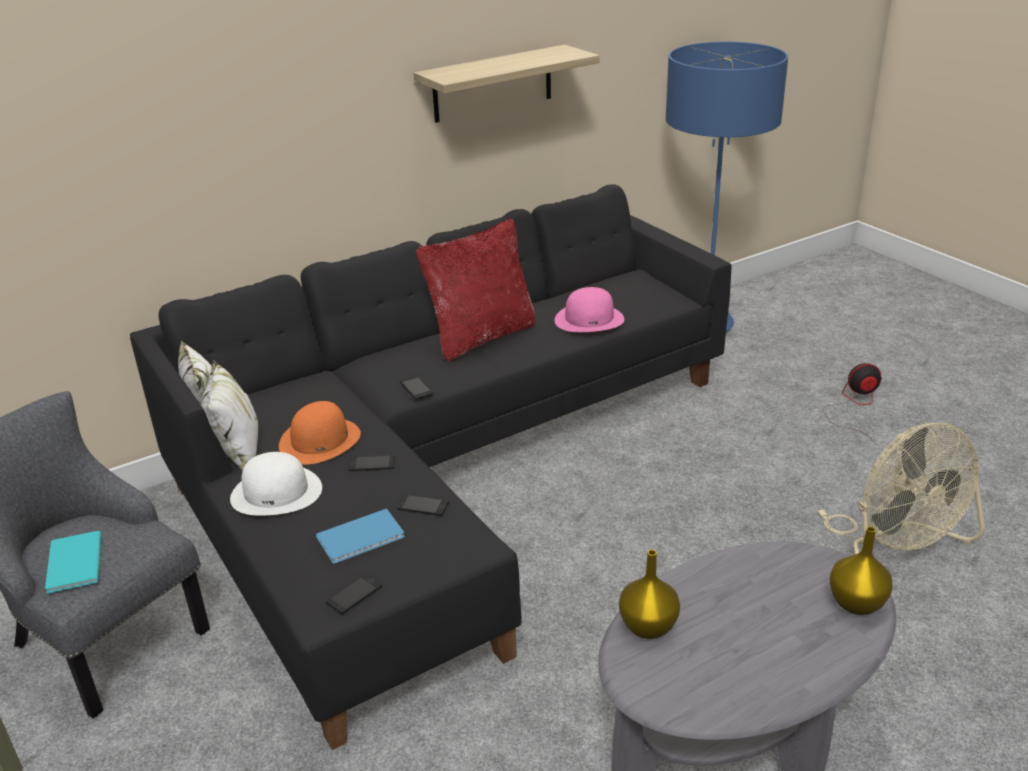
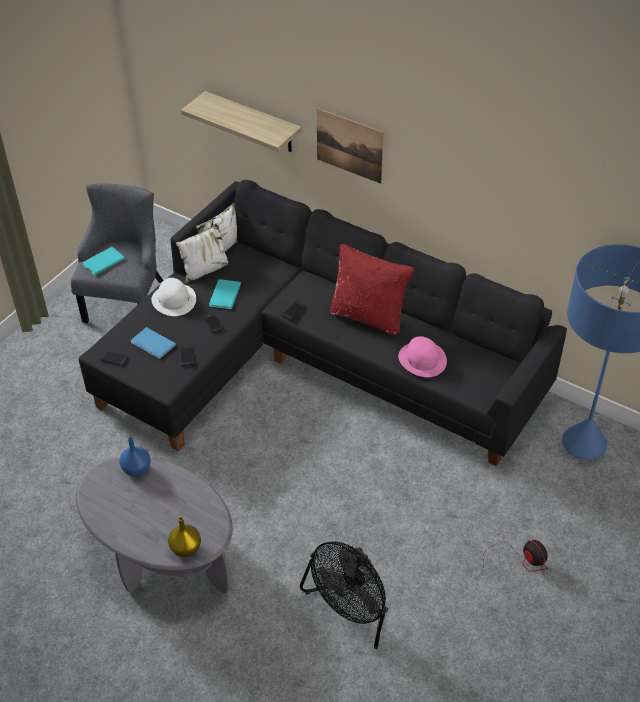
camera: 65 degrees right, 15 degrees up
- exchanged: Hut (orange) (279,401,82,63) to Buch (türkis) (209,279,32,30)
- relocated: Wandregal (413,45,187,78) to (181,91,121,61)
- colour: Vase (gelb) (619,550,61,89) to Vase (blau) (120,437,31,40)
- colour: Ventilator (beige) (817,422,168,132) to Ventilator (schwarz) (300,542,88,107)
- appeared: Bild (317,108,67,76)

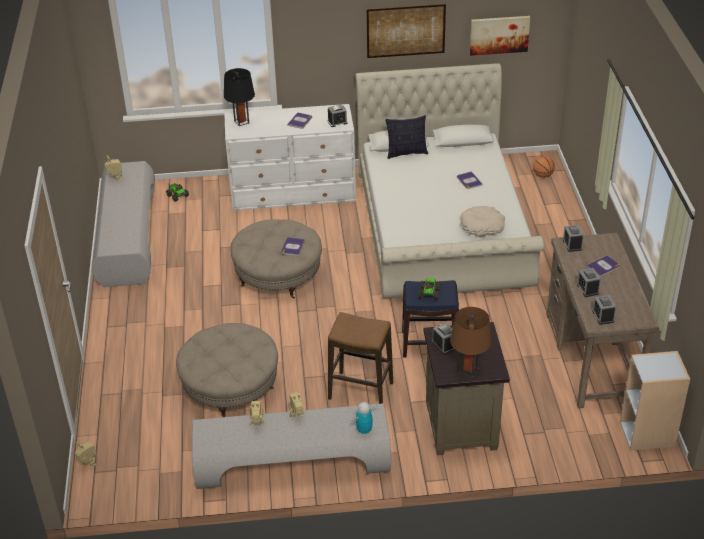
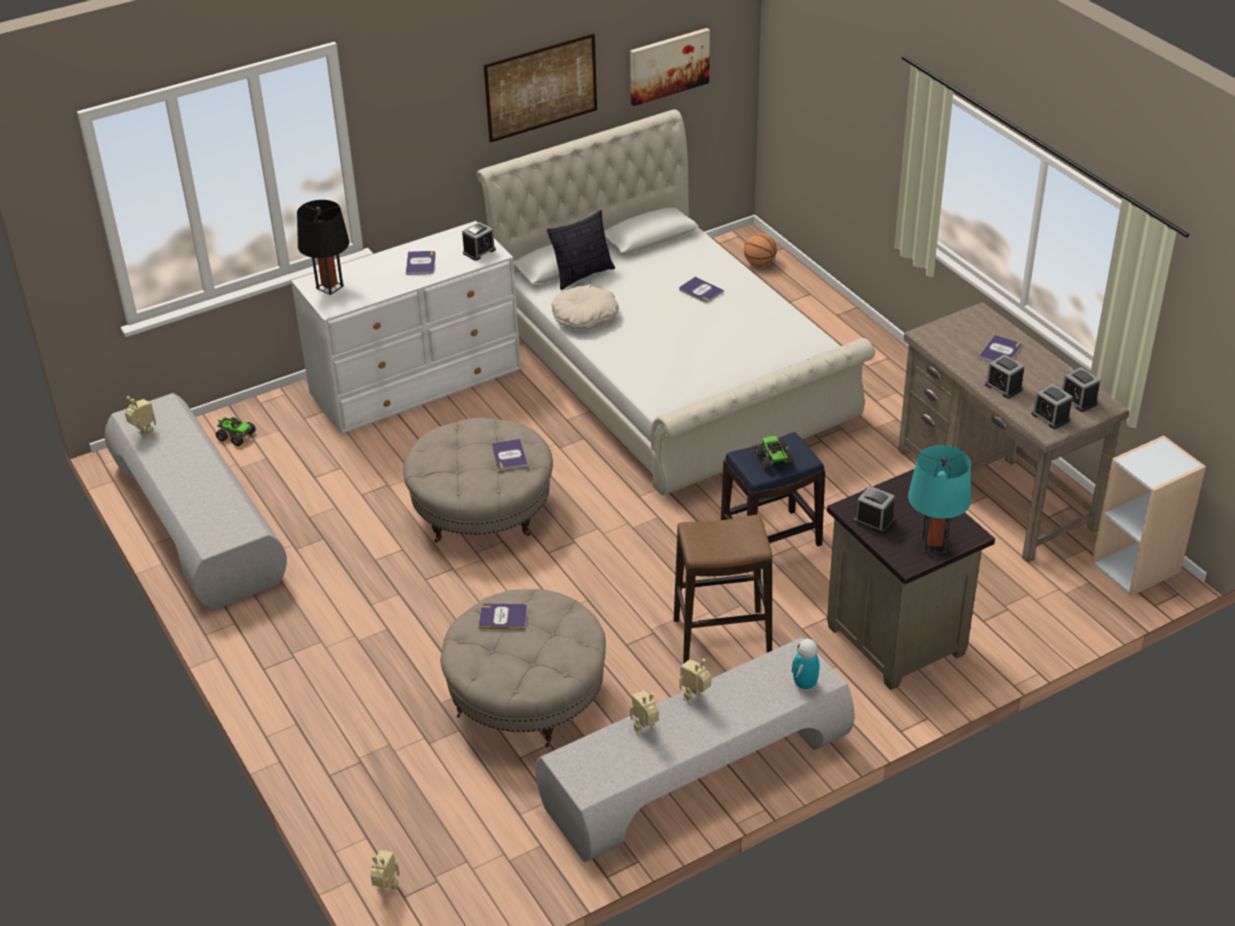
camera: 25 degrees left, 0 degrees up
- colour: Tischlampe (braun) (450,307,41,71) to Tischlampe (türkis) (908,445,63,108)
- relocated: Kissen (beige) (460,206,45,31) to (552,284,67,46)
- relocated: Wecker (563,225,21,27) to (1062,367,38,45)
- appeared: Buch (478,604,49,26)

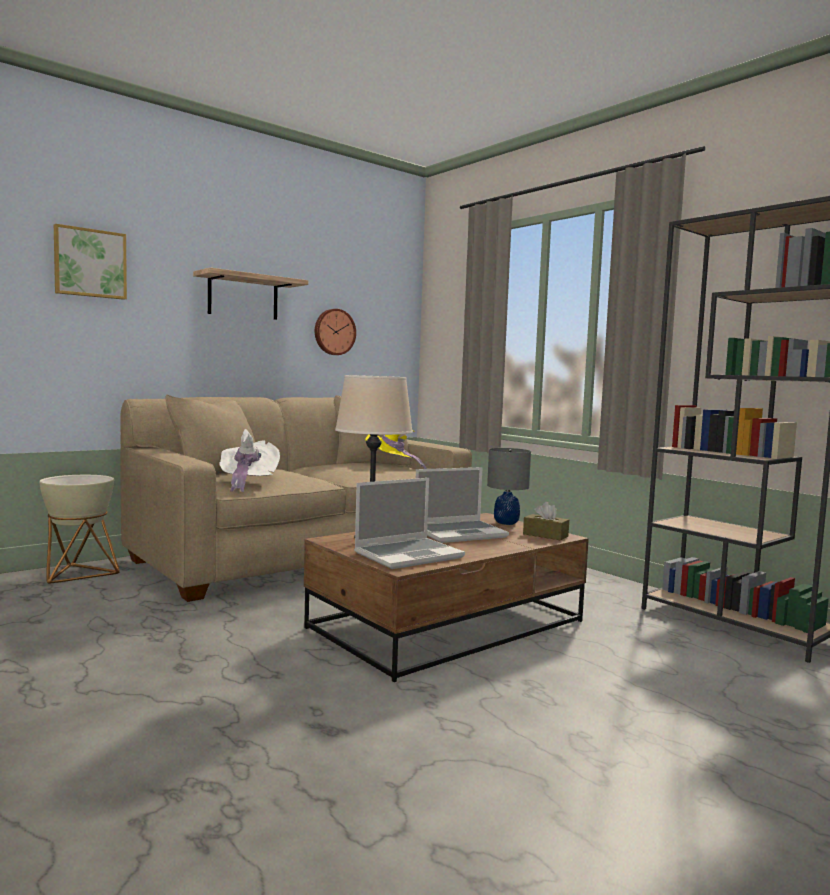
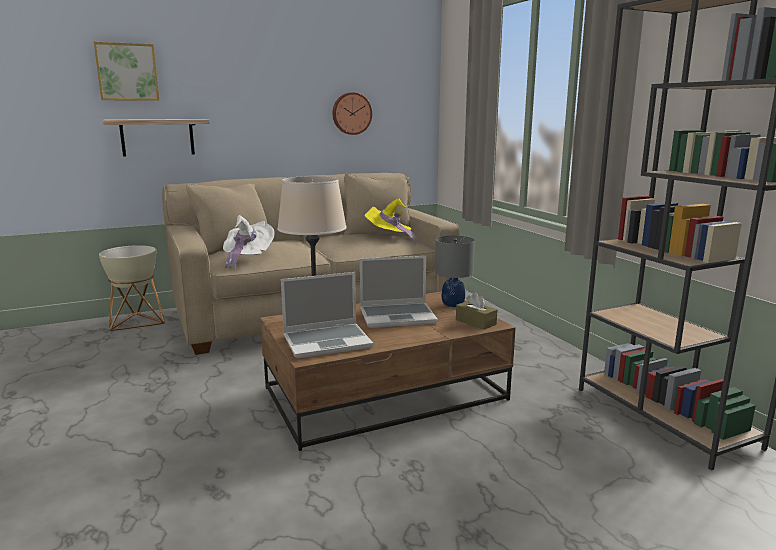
camera: 15 degrees right, 10 degrees up
- relocated: Wandregal (193,267,115,53) to (103,119,107,38)

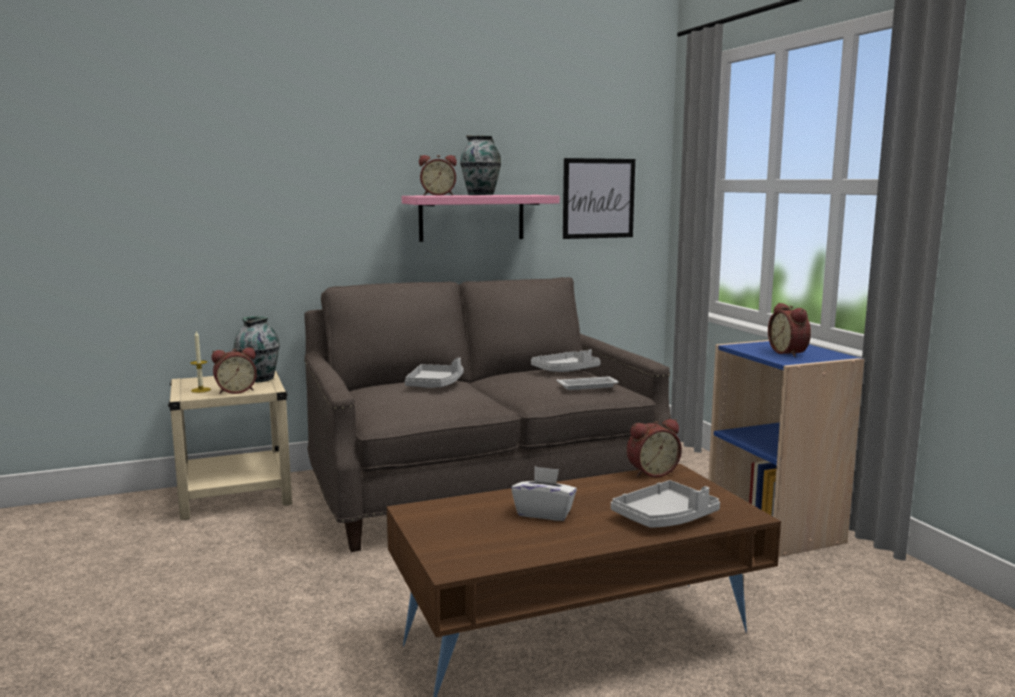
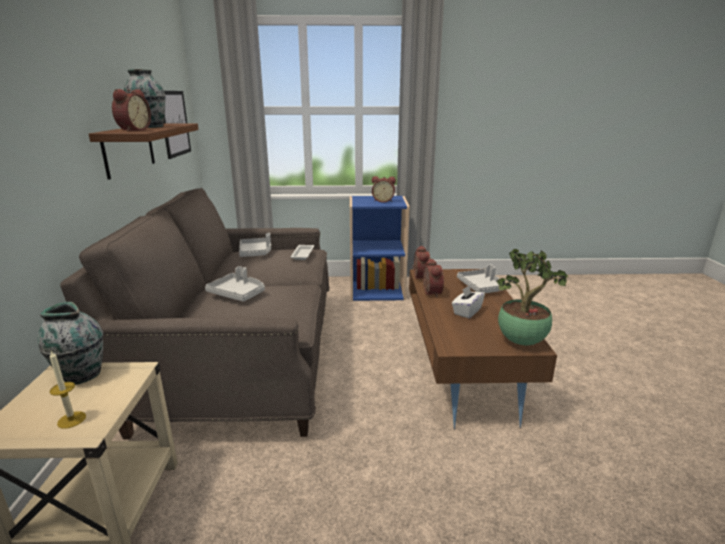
camera: 70 degrees left, 10 degrees up
- relocated: Wecker (212,347,45,47) to (423,259,21,39)
- colour: Wandregal (rosa) (402,195,158,47) to Wandregal (braun) (89,124,110,56)
- appeared: Topfpflanze (496,249,72,96)

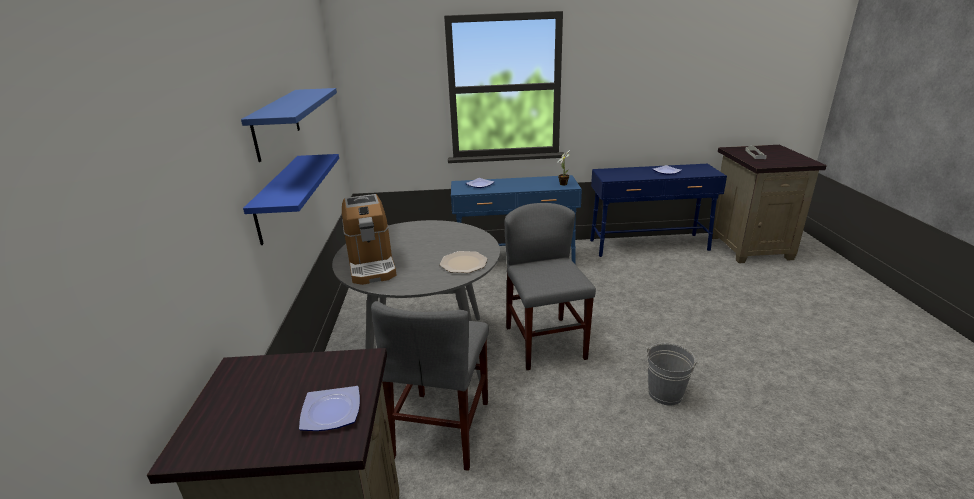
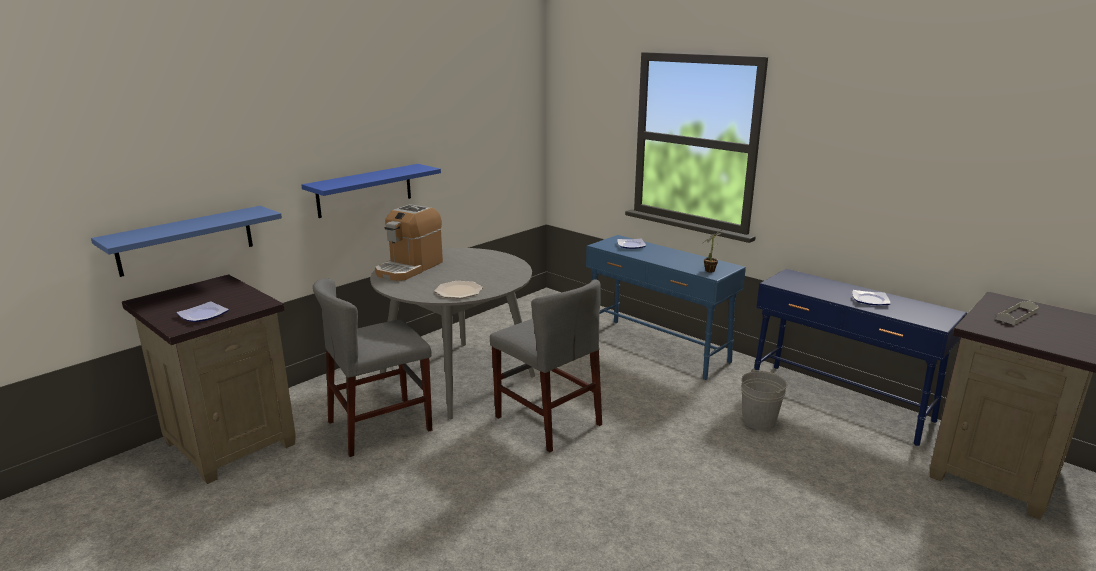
camera: 45 degrees right, 5 degrees down
- relocated: Wandregal (blau) (241,88,96,74) to (91,206,191,71)
- spun: Stuhl (grau) (505,203,91,167) = (490,279,112,173) 105 degrees clockwise
- relocated: Eimer (grau) (646,343,53,62) to (741,368,46,62)

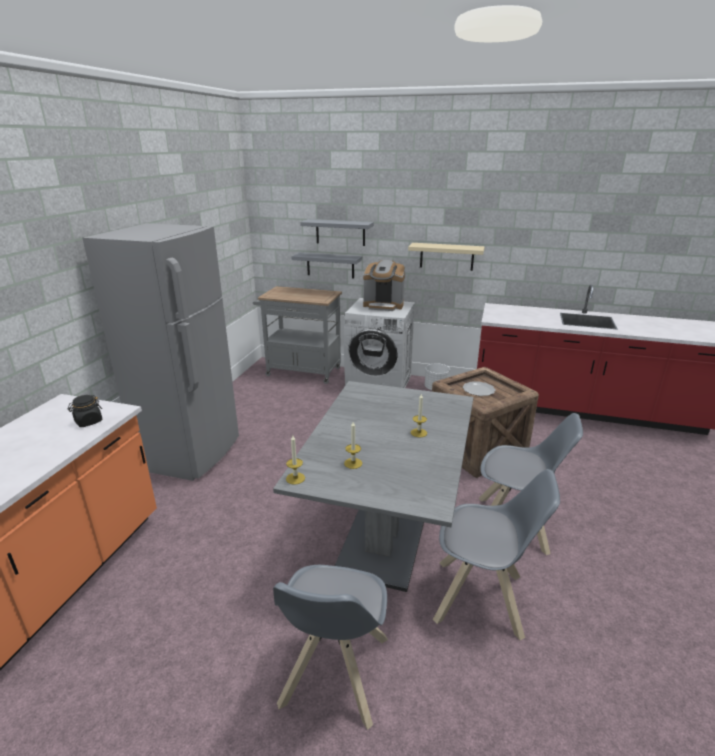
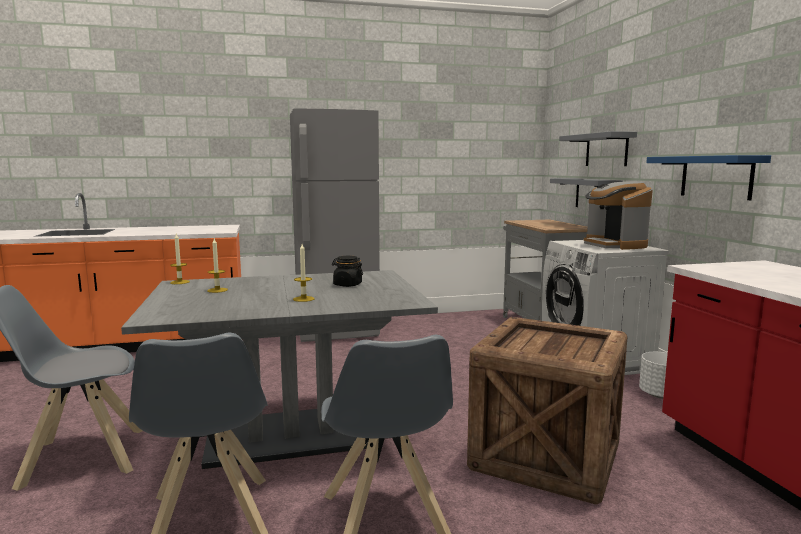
camera: 60 degrees right, 15 degrees down
- relocated: Vorratsglas (schwarz) (68,395,34,32) to (332,256,31,31)
- colour: Wandregal (beige) (408,243,77,28) to Wandregal (blau) (646,155,125,45)
- missing: Teller (463,381,33,15)

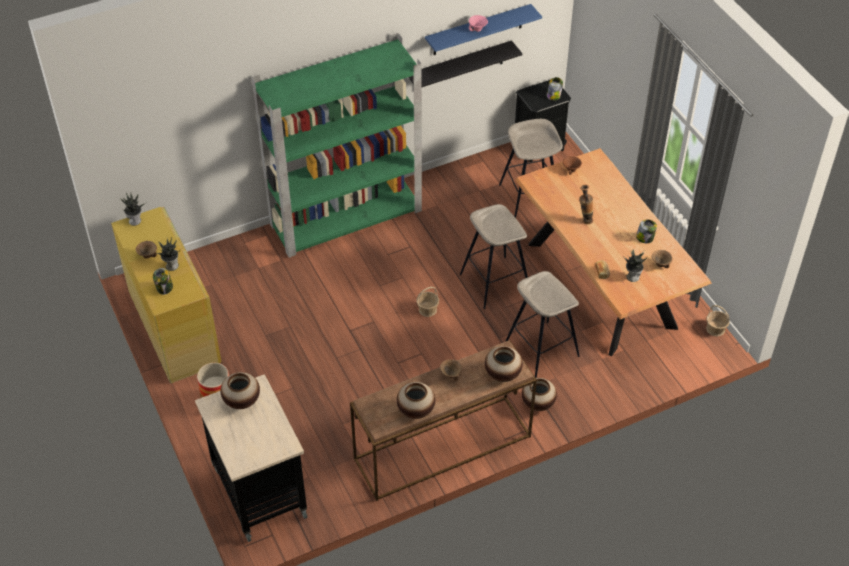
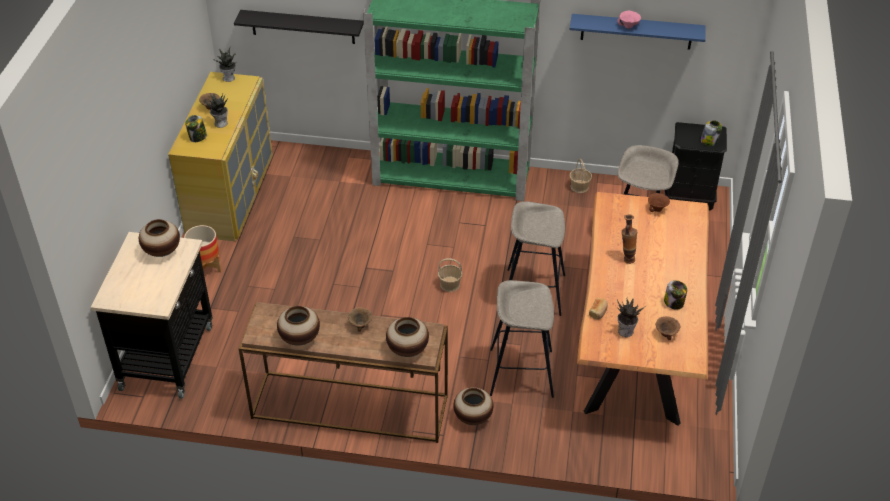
camera: 35 degrees right, 5 degrees down
- relocated: Wandregal (schwarz) (408,40,114,47) to (234,10,130,34)
- relocated: Korb (706,305,24,31) to (569,159,23,34)

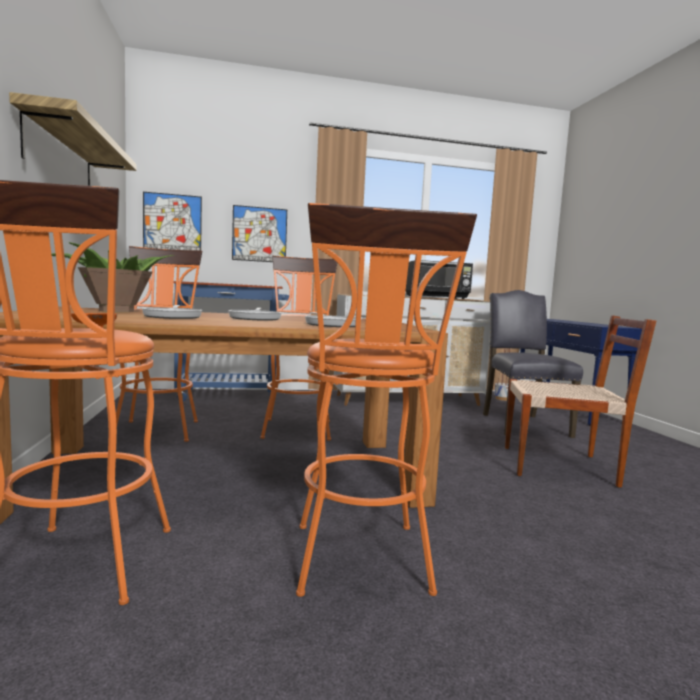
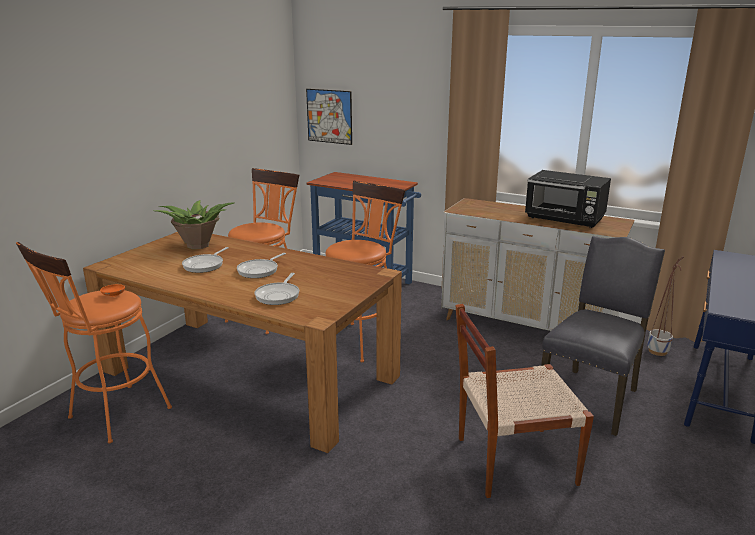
camera: 40 degrees right, 15 degrees up
- missing: Wandregal (9,92,128,94)
- missing: Bild (232,205,55,57)
- missing: Hocker (orange) (296,203,181,394)
- spun: Stuhl (505,315,151,173) = (456,304,138,194) 120 degrees clockwise

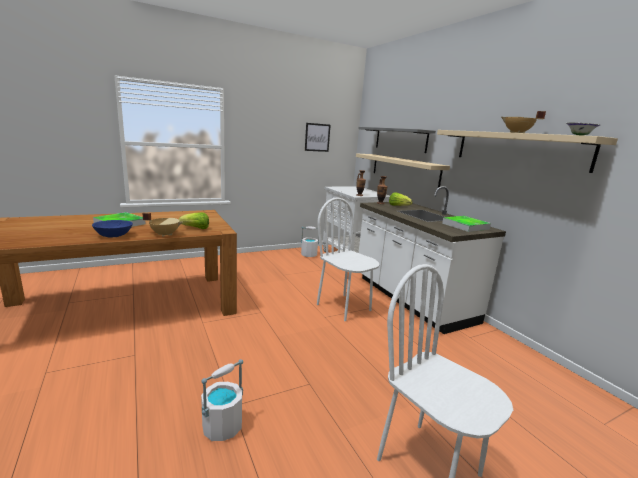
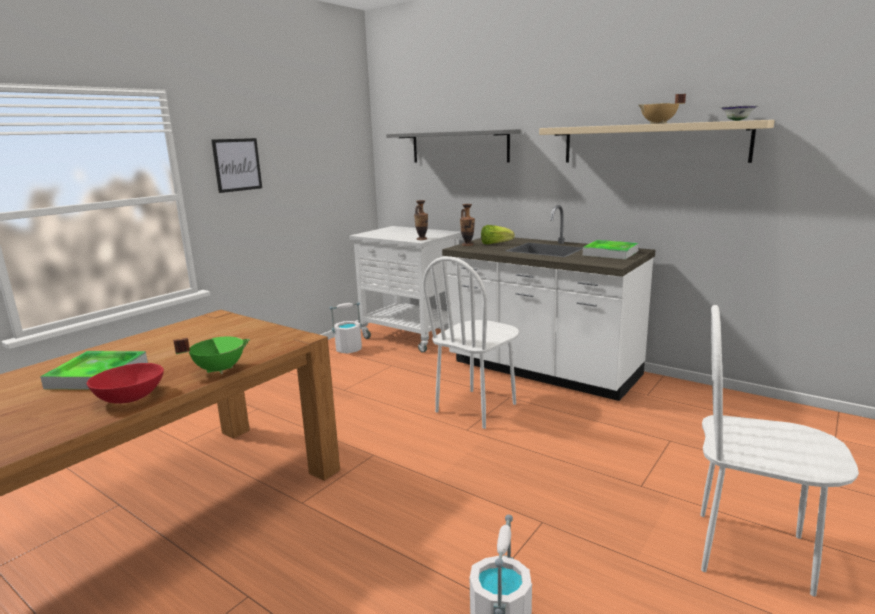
camera: 25 degrees left, 0 degrees up
- colour: Schüssel (blau) (92,220,41,17) to Schüssel (rot) (87,363,77,41)
- colour: Kochtopf (beige) (143,213,39,24) to Kochtopf (grün) (173,337,77,37)
- missing: Salatkopf (179,212,30,17)
- relocated: Bild (305,123,26,29) to (211,138,51,55)
- spun: Stuhl (weiß) (317,197,63,124) = (423,257,96,172) 75 degrees counterclockwise
- missing: Wandregal (beige) (356,154,94,34)

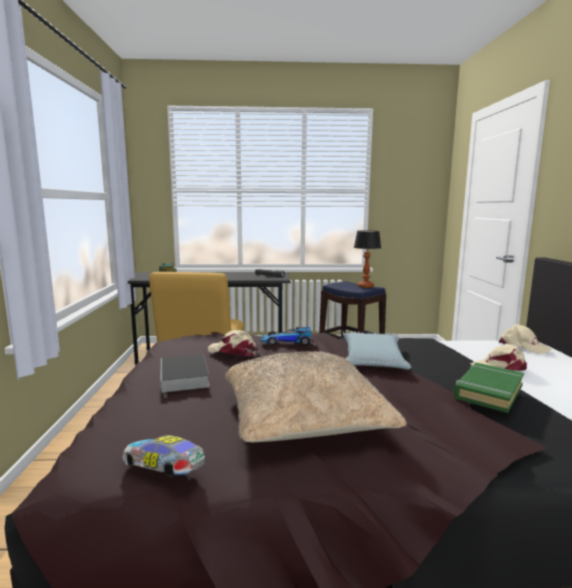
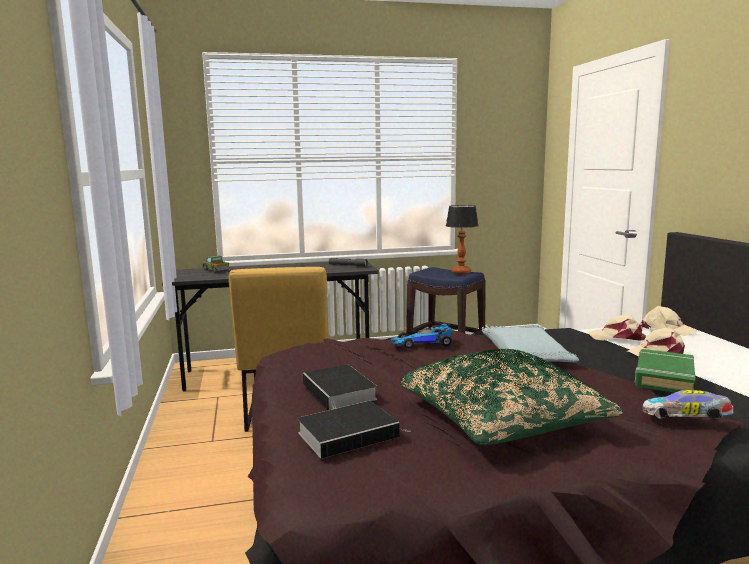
camera: 10 degrees left, 0 degrees up
- relocated: Spielzeugauto (123,435,82,42) to (642,390,92,30)
- relocated: Kappe (beige) (208,330,50,26) to (588,315,58,26)
- colour: Kissen (beige) (225,351,182,91) to Kissen (grün) (400,349,223,96)
- appeared: Buch (297,401,106,58)

